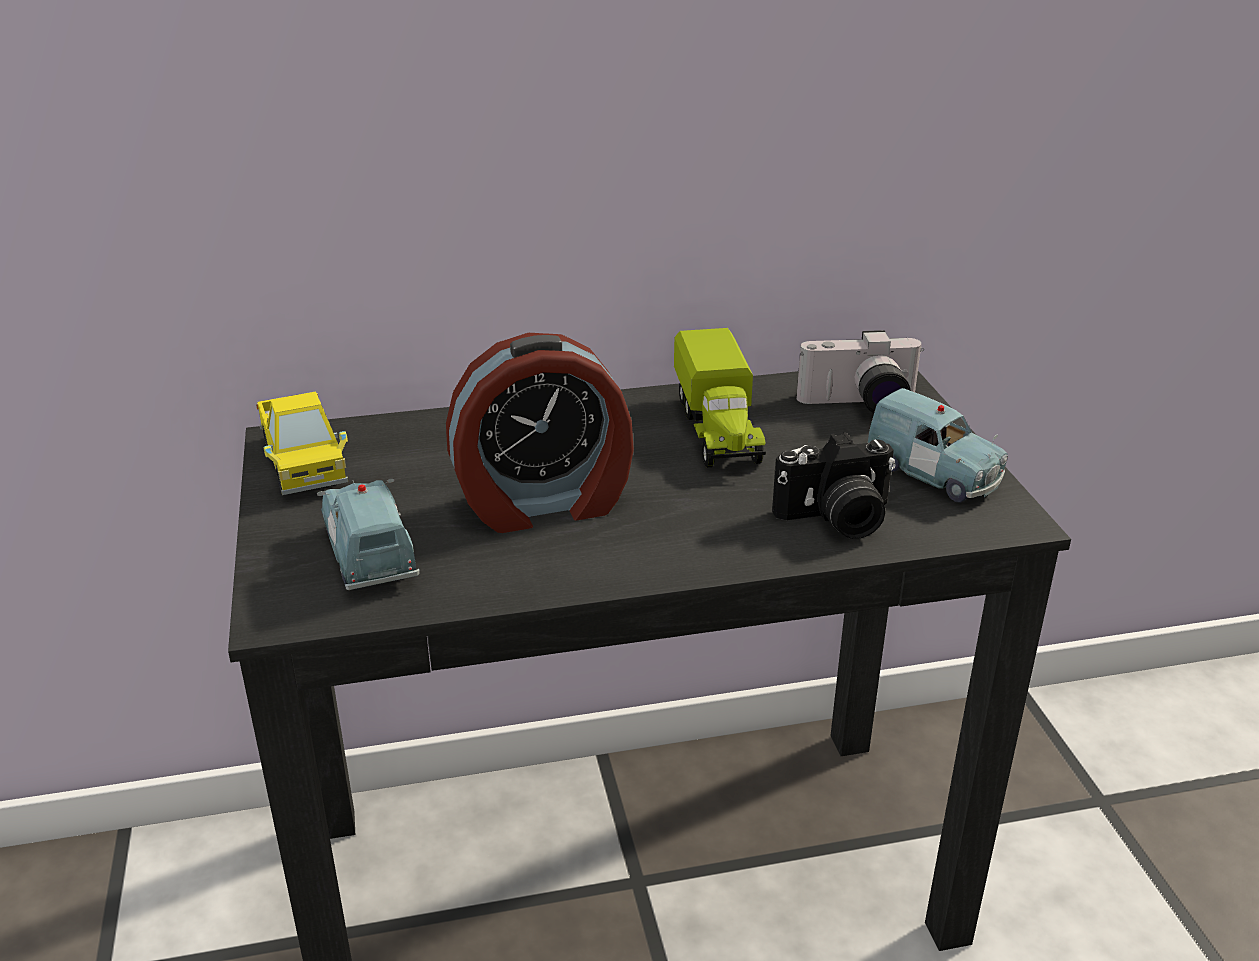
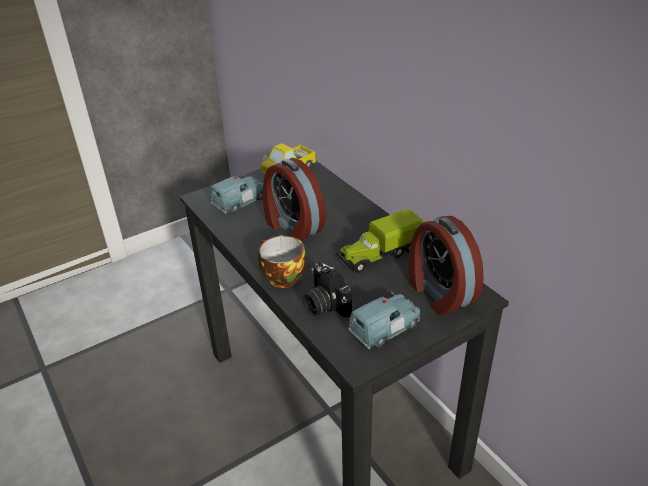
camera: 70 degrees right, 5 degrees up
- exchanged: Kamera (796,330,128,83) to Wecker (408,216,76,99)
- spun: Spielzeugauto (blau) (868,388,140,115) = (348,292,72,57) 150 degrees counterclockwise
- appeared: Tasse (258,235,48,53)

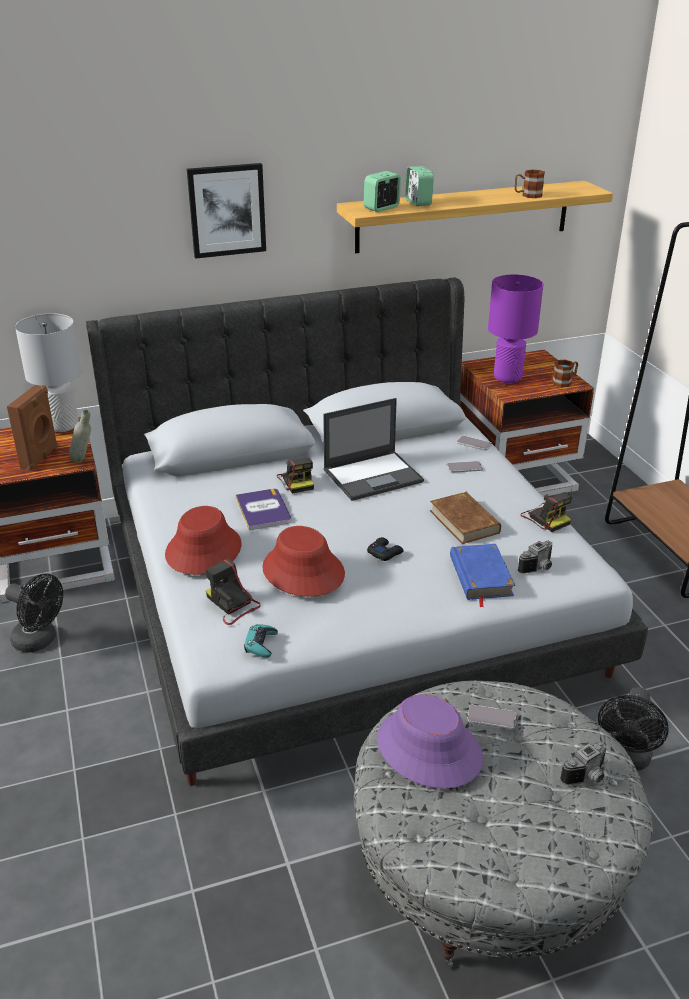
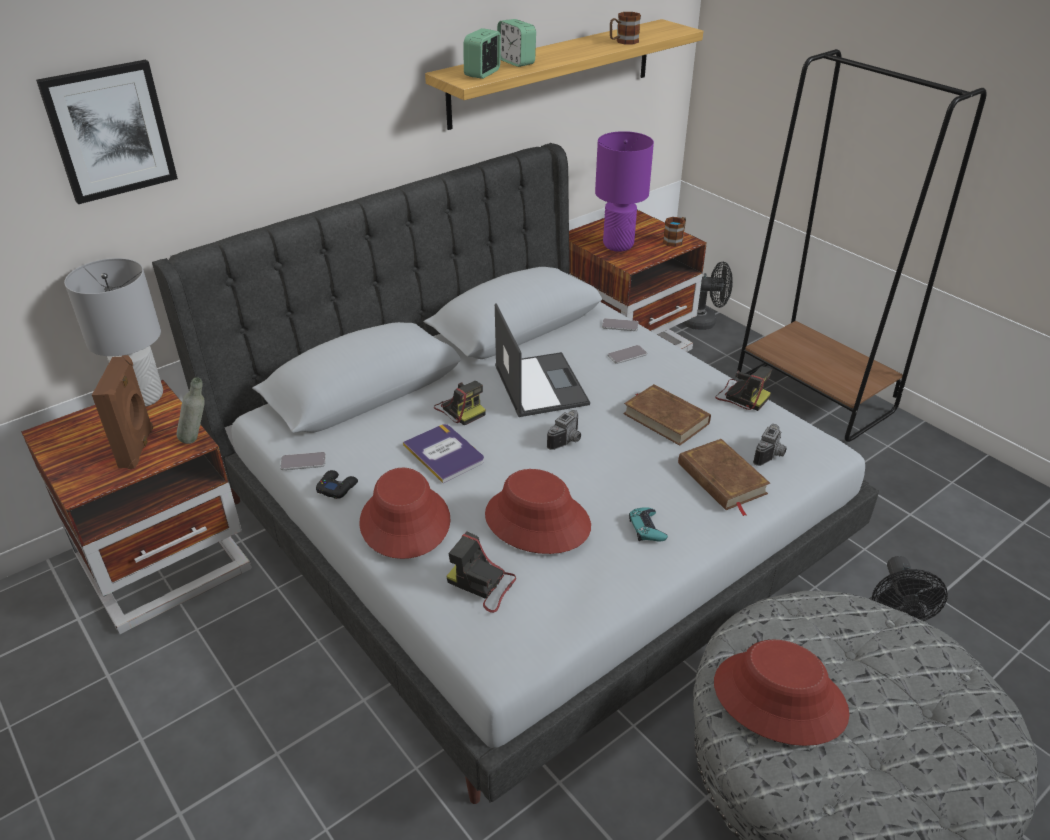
camera: 20 degrees left, 5 degrees up
- relocated: Ventilator (schwarz) (5,574,58,79) to (683,262,50,68)
- relocated: Bild (187,163,79,96) to (36,60,142,144)
- relocated: Gamepad (türkis) (244,624,34,34) to (629,507,39,35)
- spun: Laptop (323,398,101,103) = (495,303,95,114) 60 degrees counterclockwise
- relocated: Gamepad (schwarz) (367,537,37,24) to (316,470,42,29)
- colour: Hut (lila) (377,694,106,95) to Hut (rot) (714,640,135,106)
- colour: Buch (blau) (450,544,65,64) to Buch (braun) (678,439,92,77)
- relocated: Handy (467,705,49,24) to (280,452,46,18)
- relocated: Kamera (560,741,46,44) to (547,410,34,40)

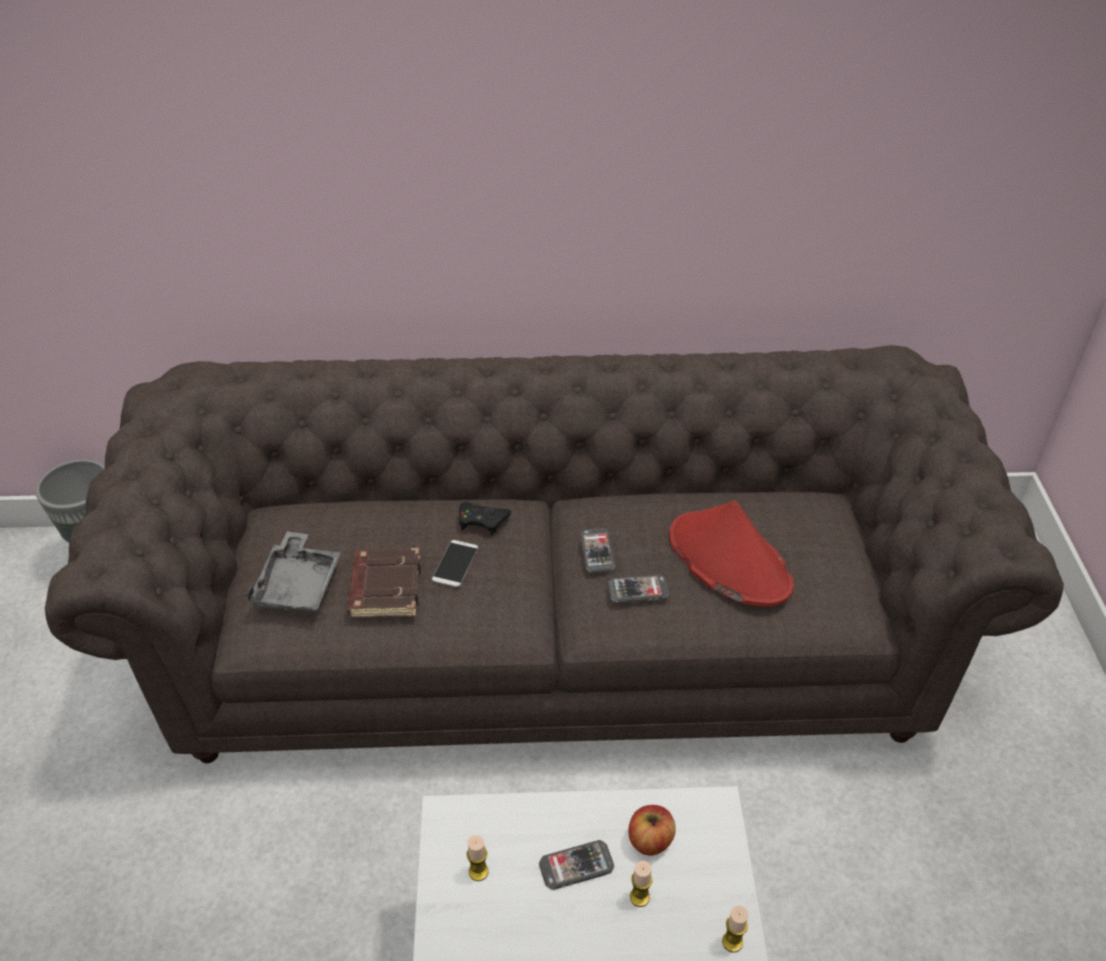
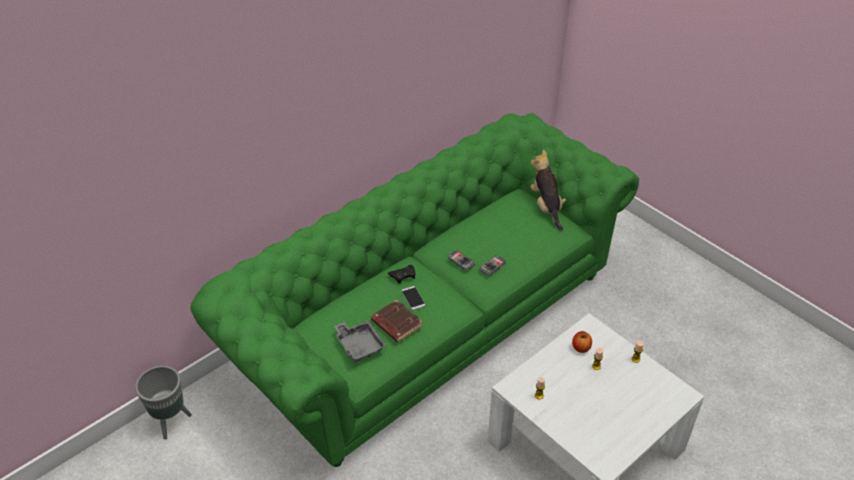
camera: 40 degrees left, 0 degrees up
- colour: Sofa (braun) (45,345,1019,418) to Sofa (grün) (190,113,449,354)
- missing: Handy (539,840,75,50)
- missing: Hut (rot) (669,501,125,106)
- appeared: Plüschtier (531,150,35,81)

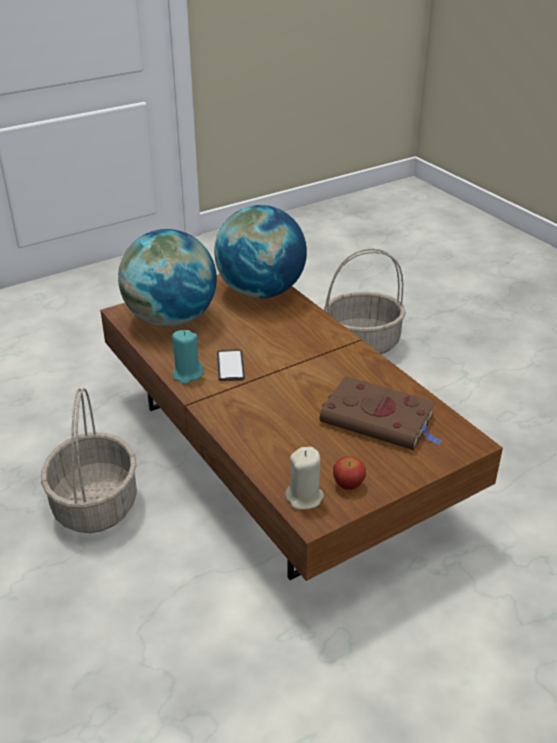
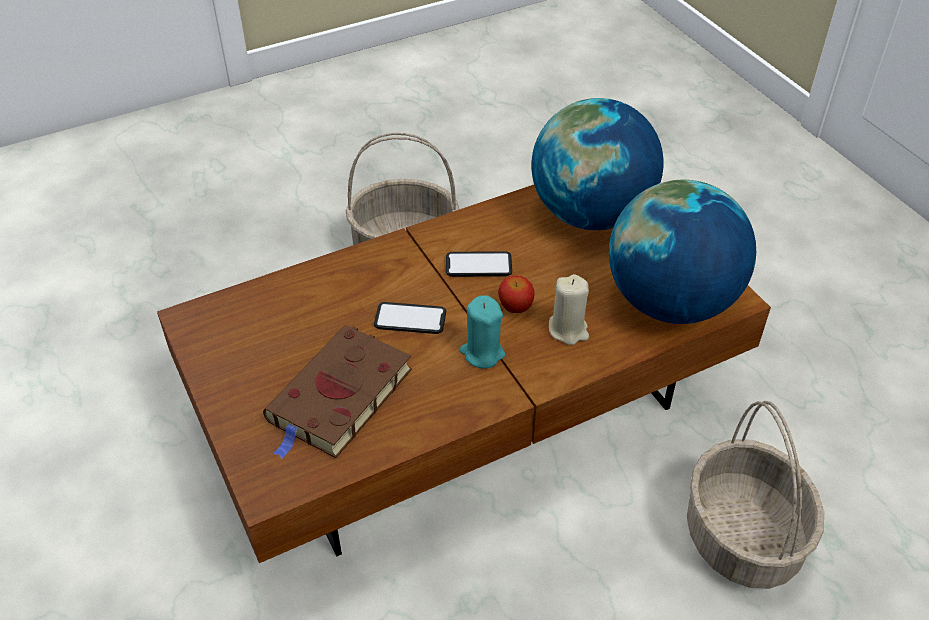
camera: 95 degrees right, 10 degrees up
- relocated: Kerze (türkis) (172,330,32,54) to (460,295,45,73)
- relocated: Kerze (beige) (285,447,39,63) to (549,274,40,71)
- relocated: Apfel (333,456,33,34) to (498,276,37,37)
- appeared: Handy (374,302,72,32)

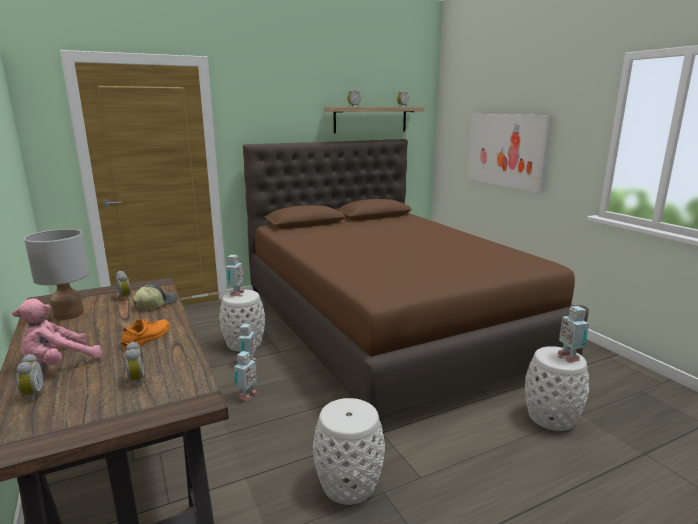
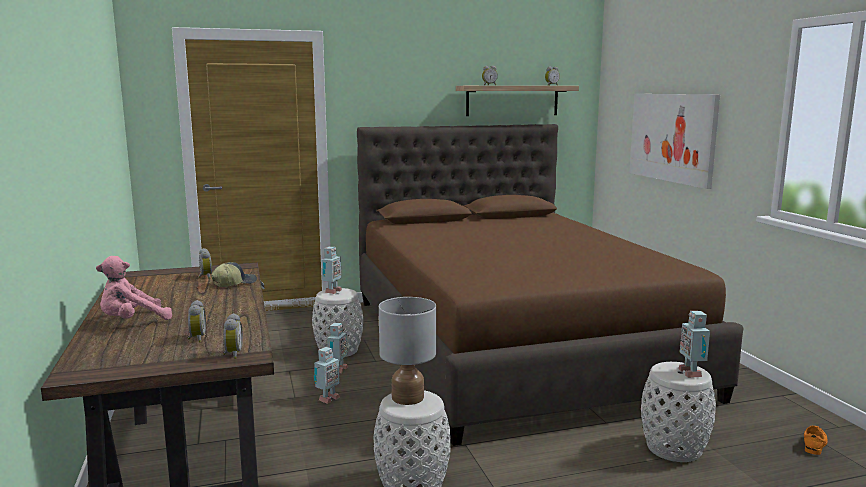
camera: 10 degrees right, 5 degrees down
- relocated: Wecker (16,354,27,48) to (223,313,20,46)
- relocated: Tischlampe (grau) (24,229,65,91) to (379,297,57,108)
- relocated: Schuh (orange) (121,319,49,30) to (804,426,24,29)

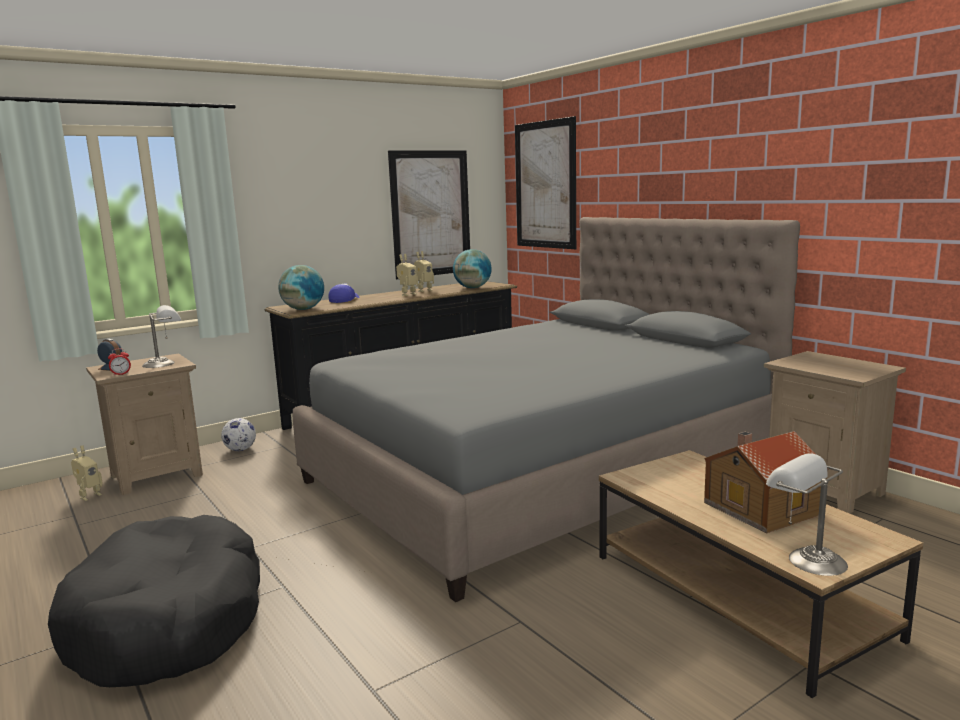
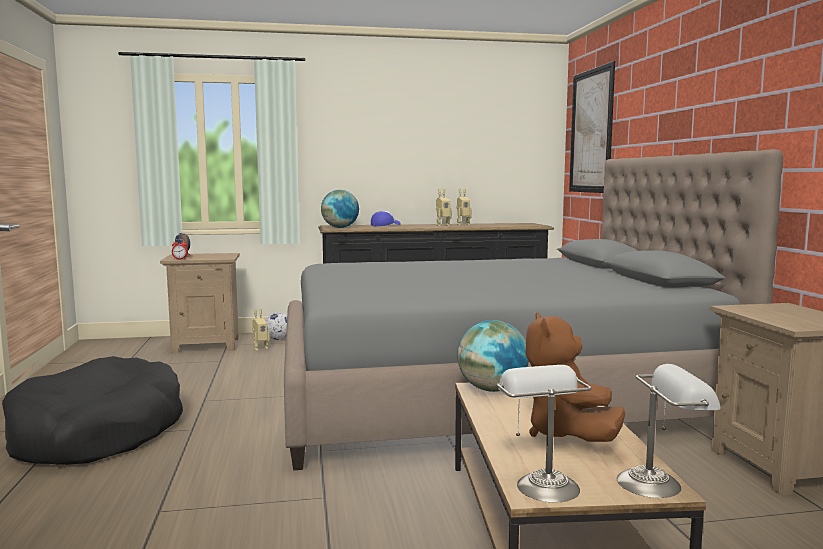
camera: 25 degrees right, 5 degrees down
- relocated: Spielzeugroboter (71,445,32,56) to (252,309,18,42)
- relocated: Tischlampe (weiß) (142,305,39,63) to (617,364,104,134)
- missing: Bild (388,150,82,129)
- relocated: Globus (453,249,39,39) to (457,320,72,72)
- exchanged: Spielzeughaus (704,431,125,103) to Plüschtier (braun) (526,312,99,130)

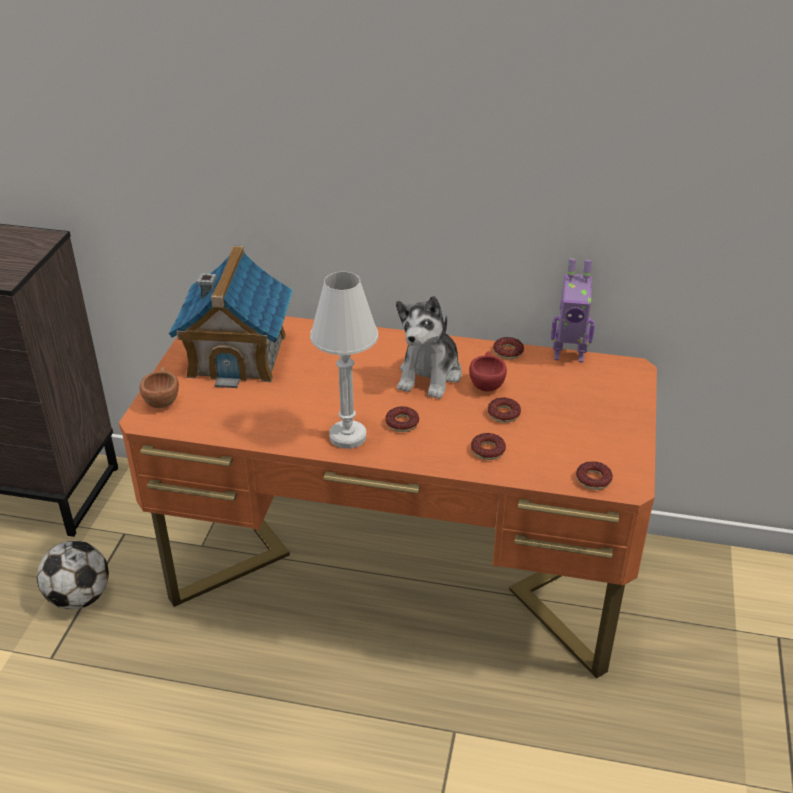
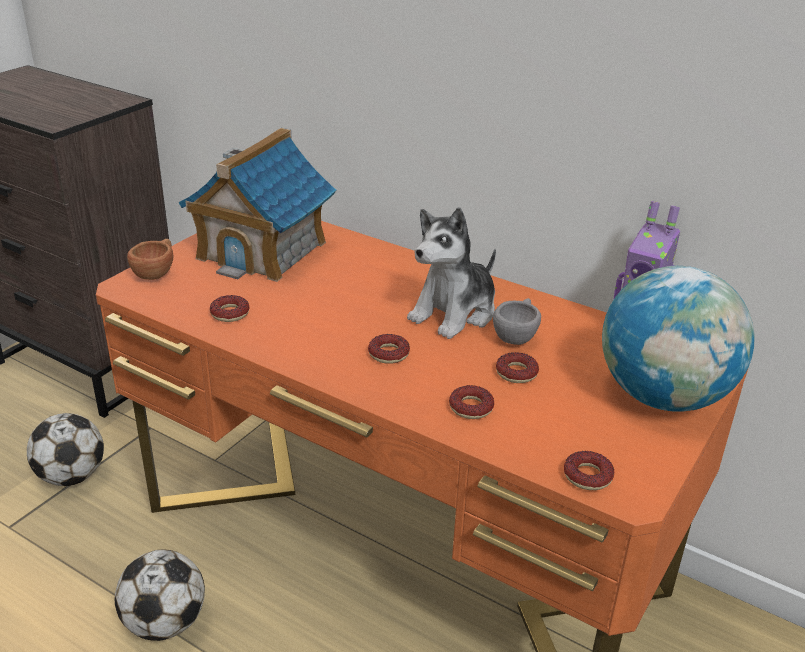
camera: 20 degrees right, 5 degrees down
- missing: Tischlampe (weiß) (310,272,68,177)
- colour: Tasse (rot) (469,351,38,40) to Tasse (grau) (493,298,48,47)
- relocated: Donut (493,337,31,22) to (210,295,40,27)
- appeared: Fußball (115,549,90,92)
- appeared: Globus (602,266,153,146)

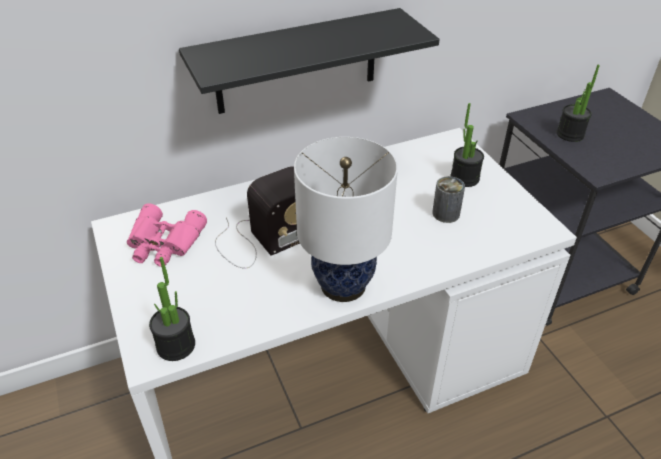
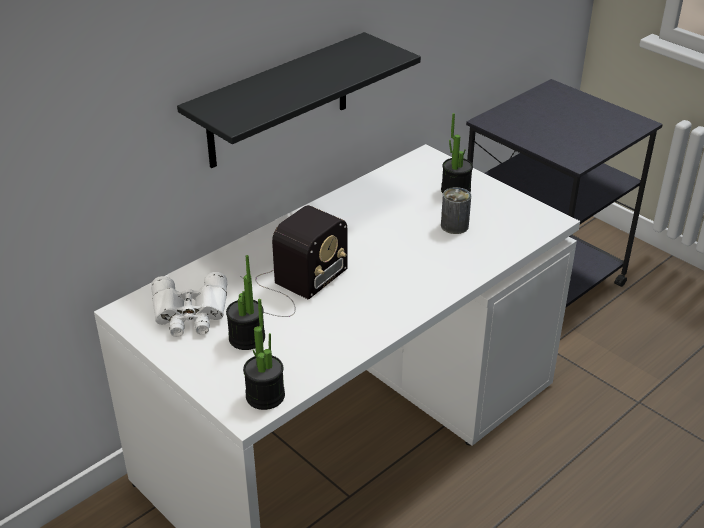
camera: 20 degrees left, 5 degrees down
- colour: Fernglas (rosa) (127,203,80,64) to Fernglas (weiß) (151,272,76,65)
- missing: Tischlampe (weiß) (294,137,104,165)
- relocated: Topfpflanze (557,65,43,77) to (226,255,39,95)

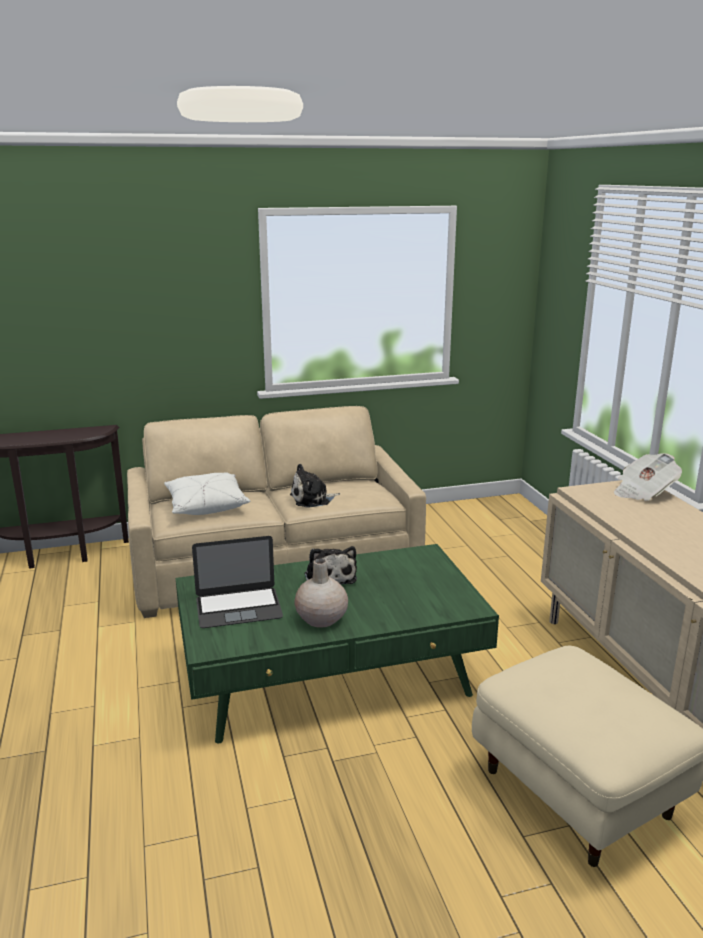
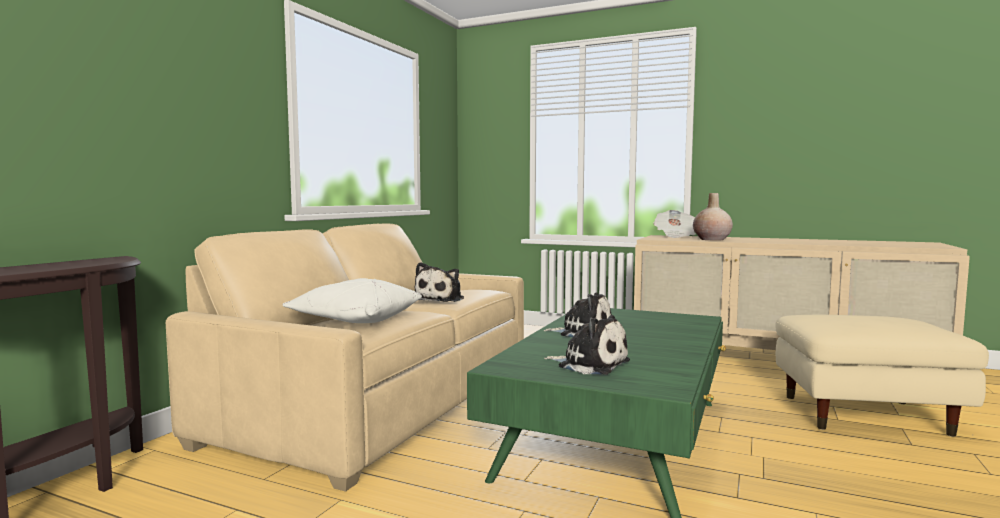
camera: 50 degrees left, 15 degrees down
- exchanged: Laptop (192,536,91,92) to Plüschtier (544,315,86,60)
- relocated: Vase (beige) (294,558,54,69) to (693,193,40,47)

